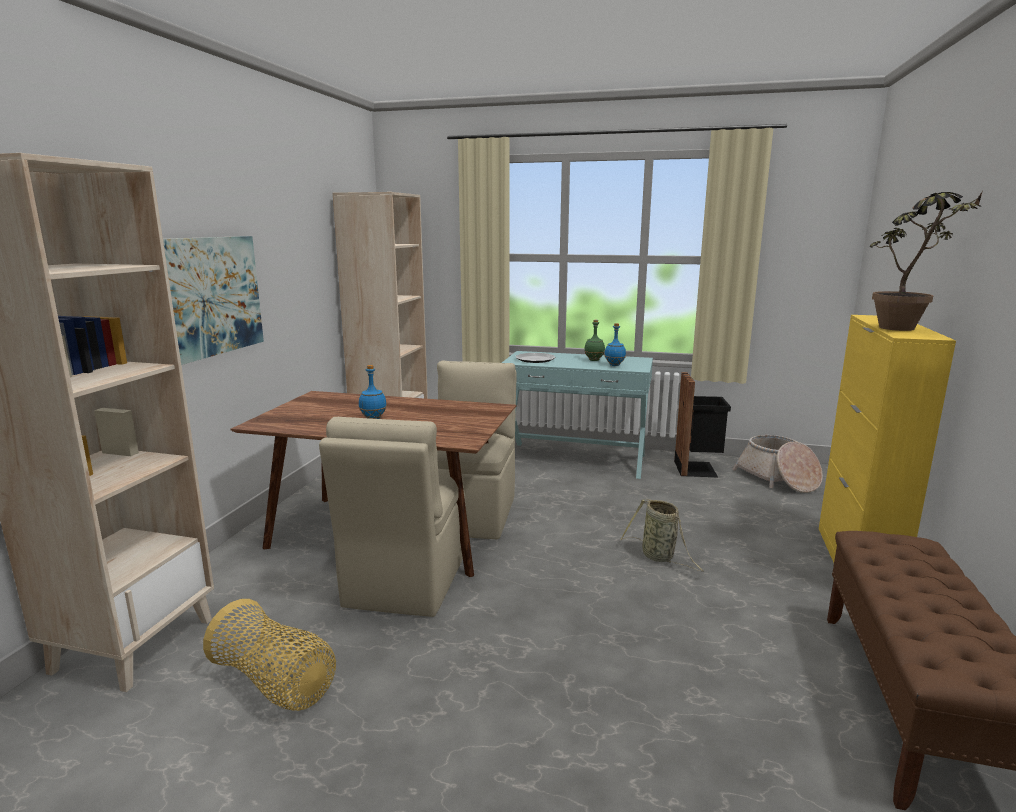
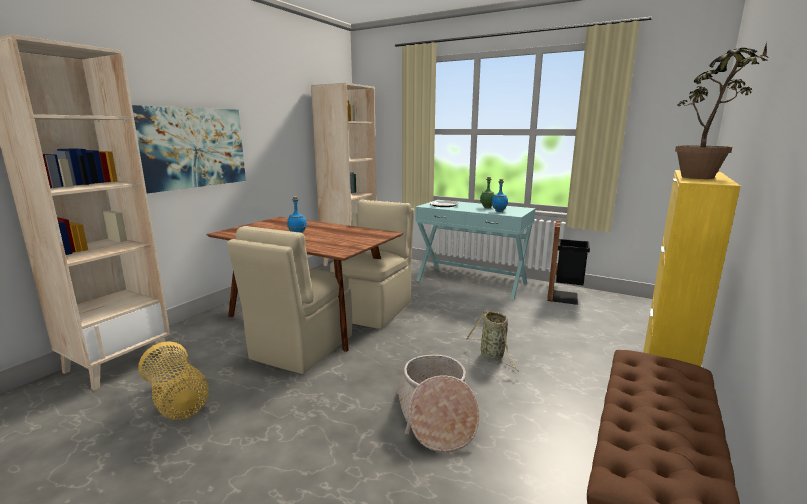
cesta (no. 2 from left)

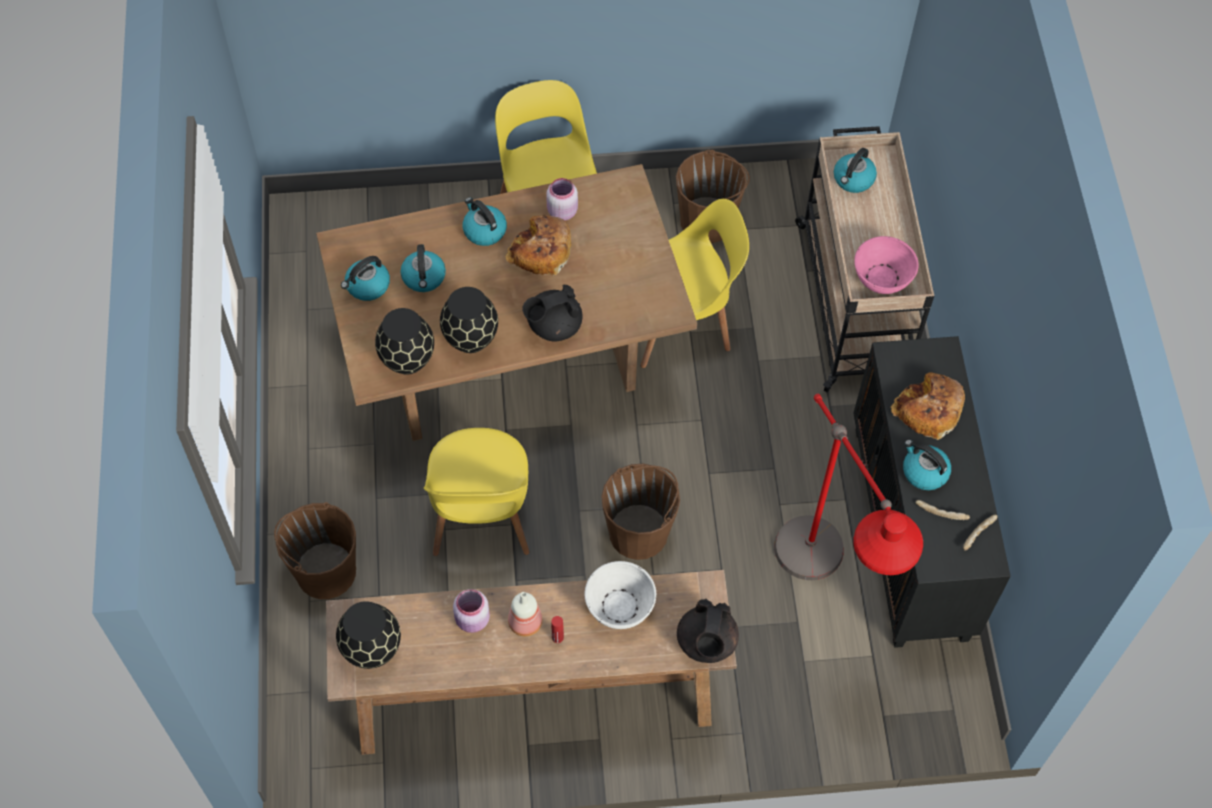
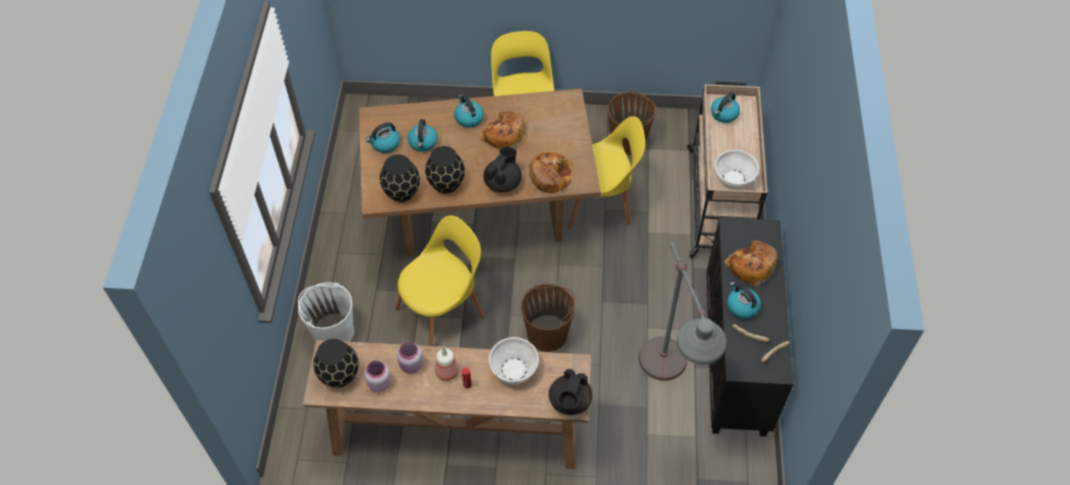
tarro (rosa) (no. 1 from left)
cuenco (blanco) (no. 2 from left)
tetera (negro) (no. 1 from left)
lámpara de pie (gris)
silla (amarillo) (no. 1 from left)
cubo (blanco)
pan (no. 2 from left)

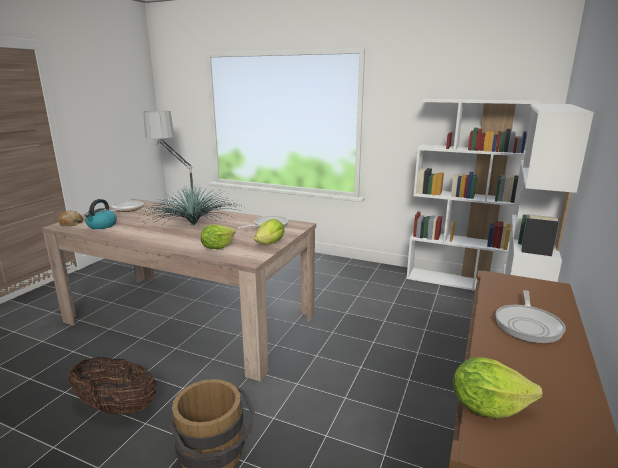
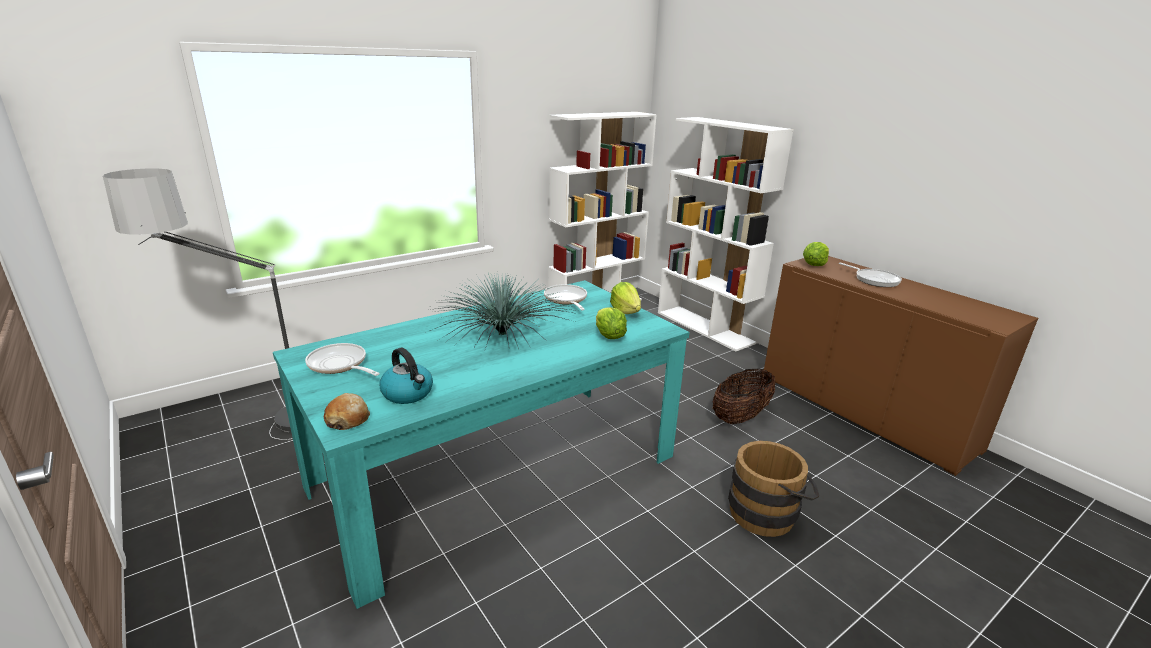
mesa de comedor (turquesa)
cesta
lechuga (no. 3 from left)

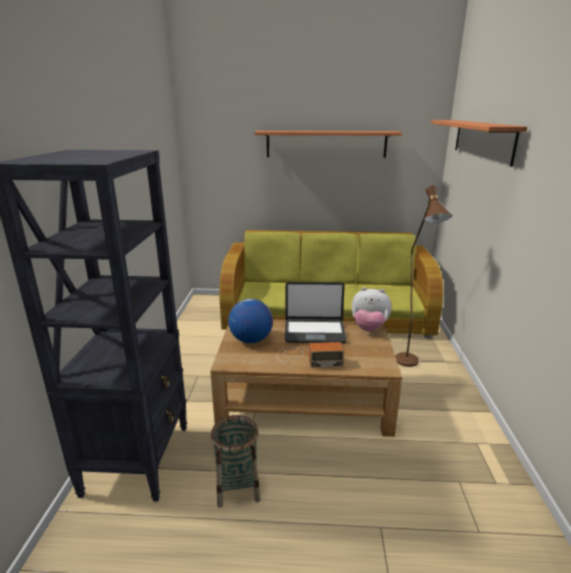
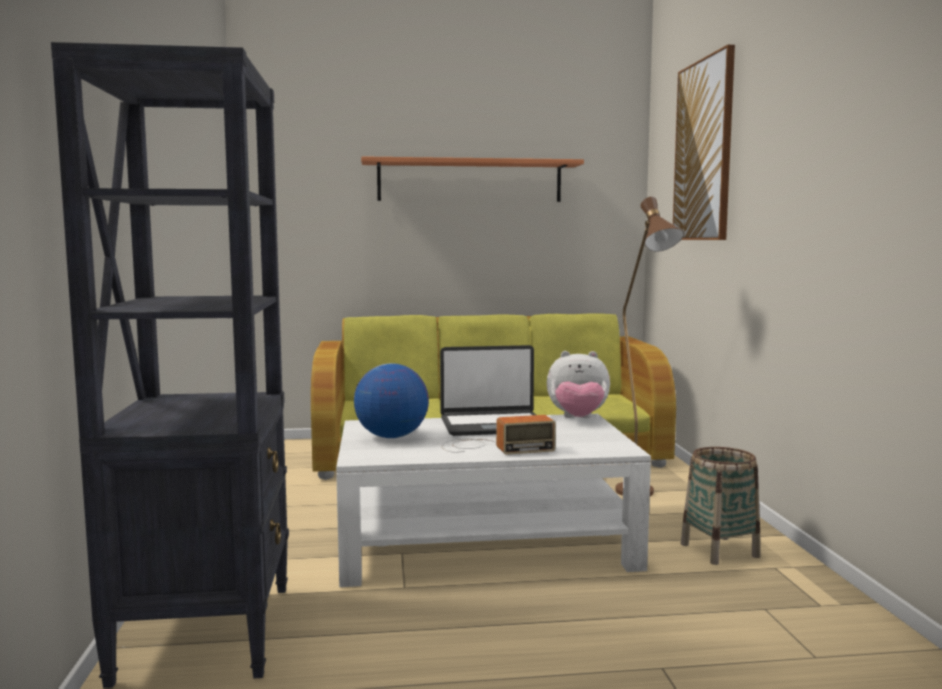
cuadro
mesa de centro (blanco)
cesta

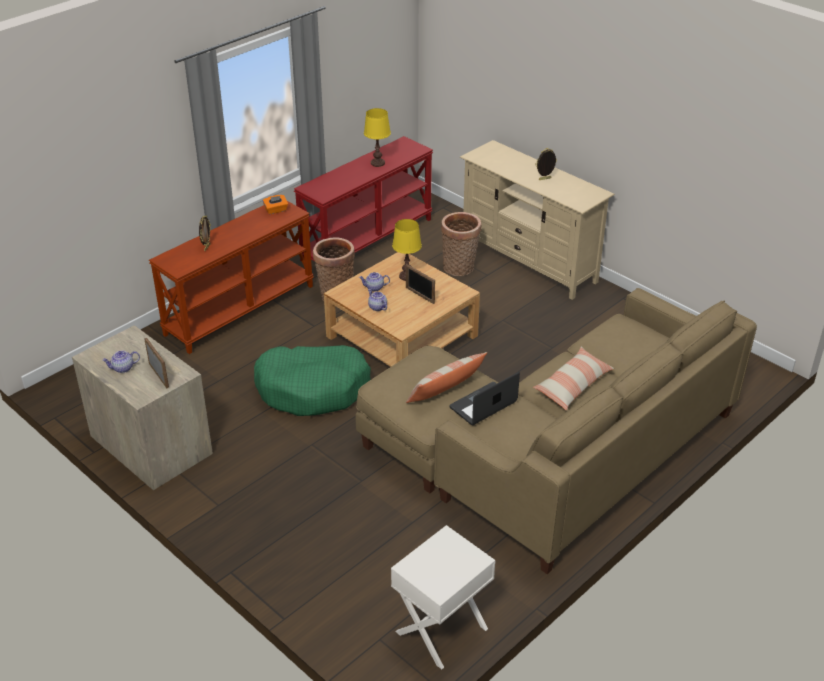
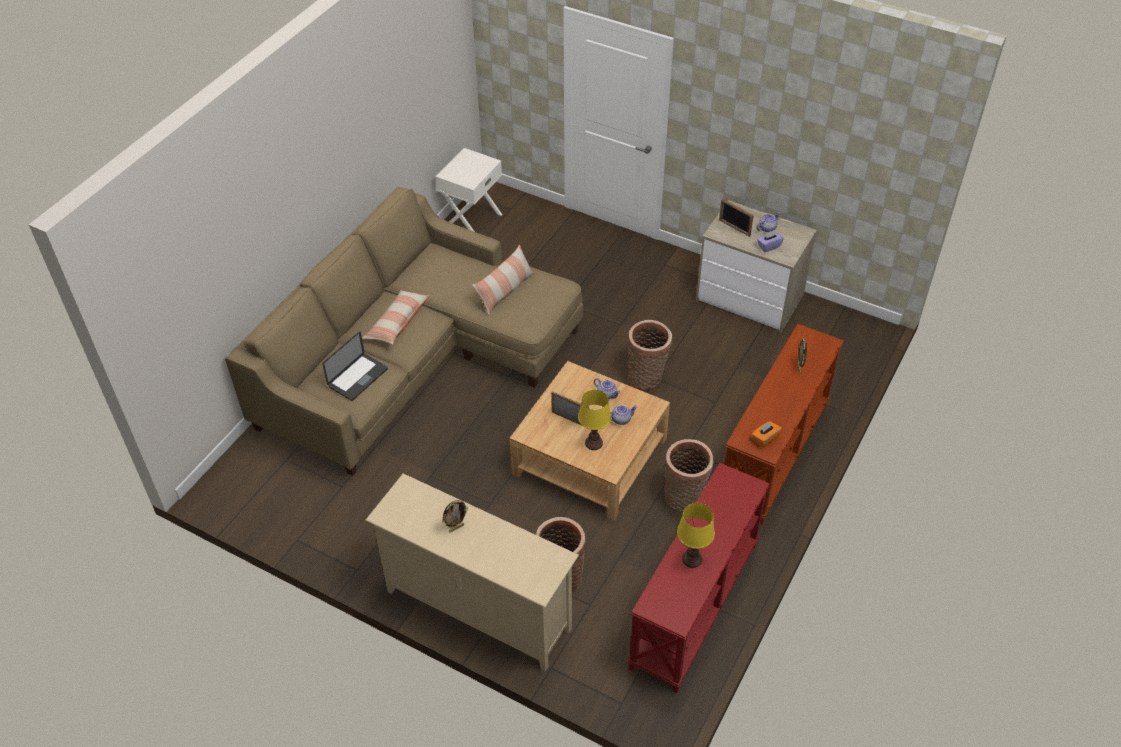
cesta (no. 2 from left)
portátil
caja de pañuelos (morado)

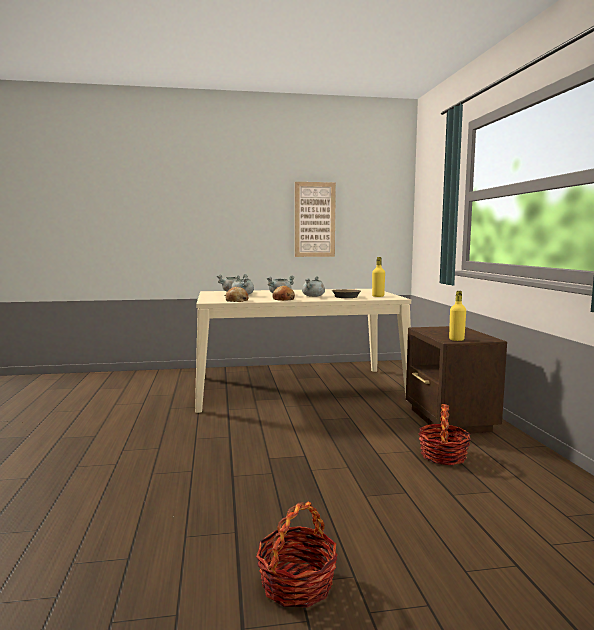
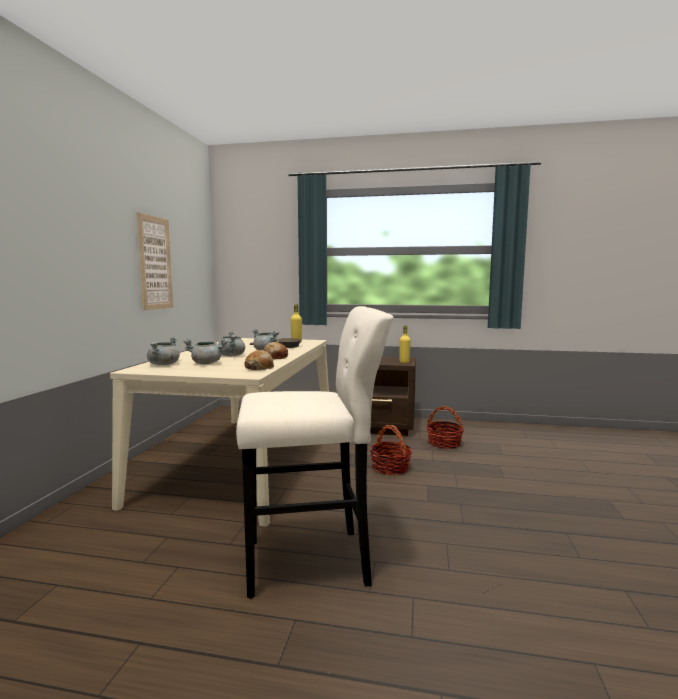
cesta (no. 1 from left)
taburete (beis)

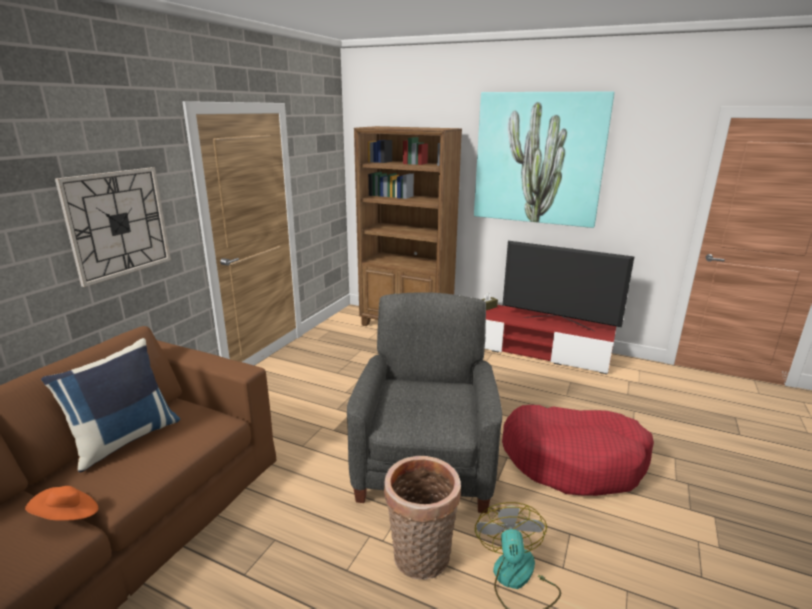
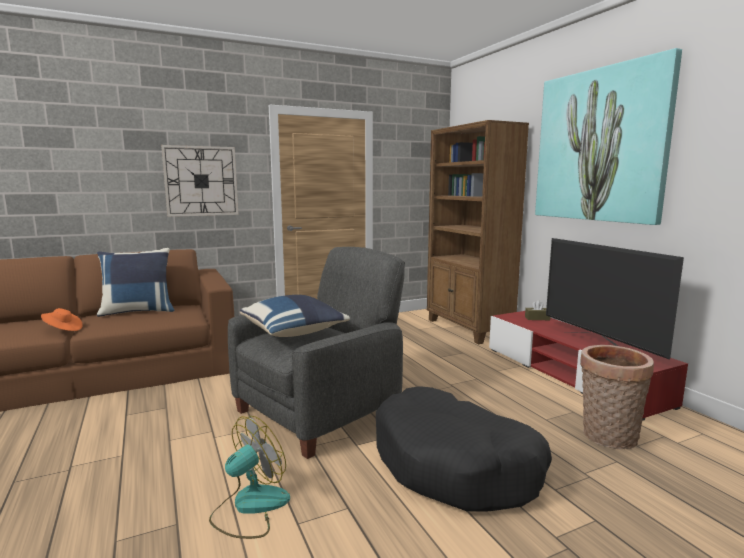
cama para perro (negro)
cesta
cojín (azul) (no. 2 from left)

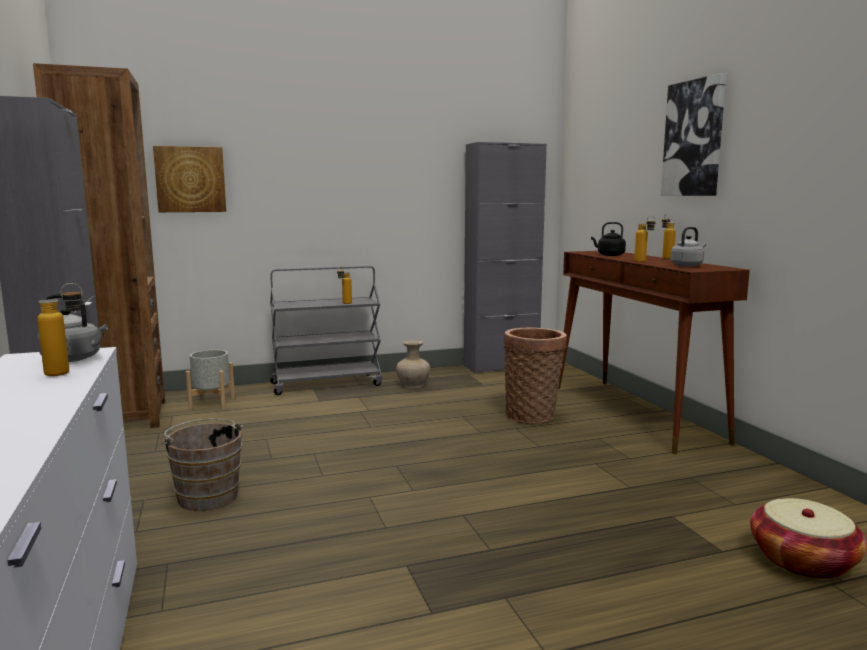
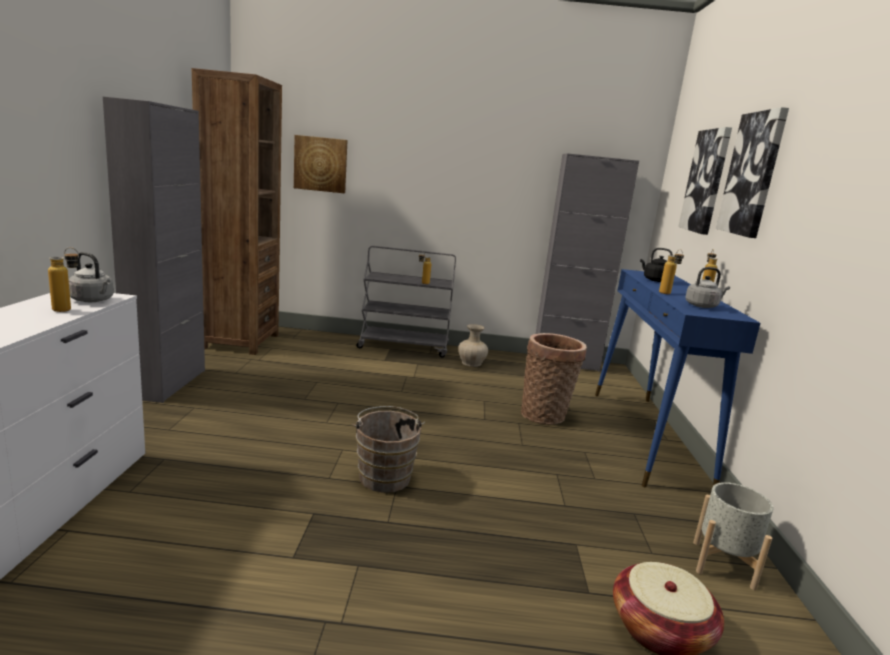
mesa consola (azul)
maceta (gris)
cubo (marrón)
cuadro (no. 2 from left)

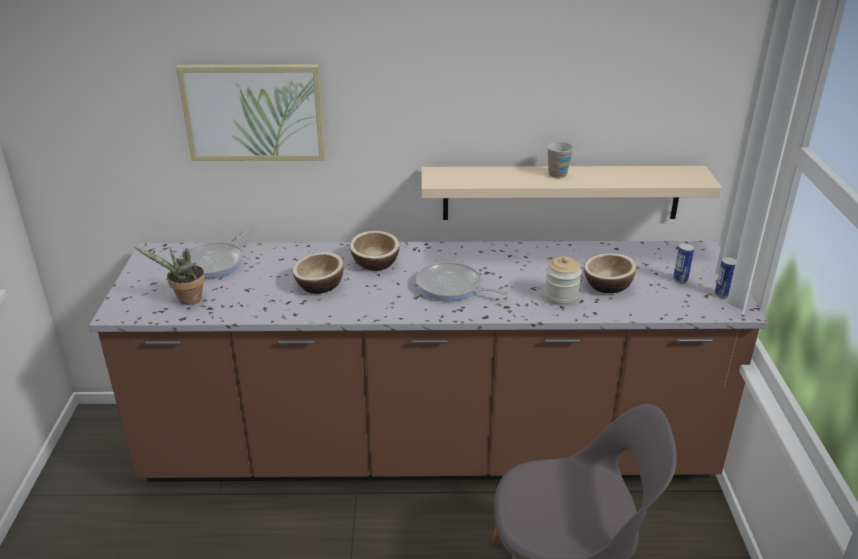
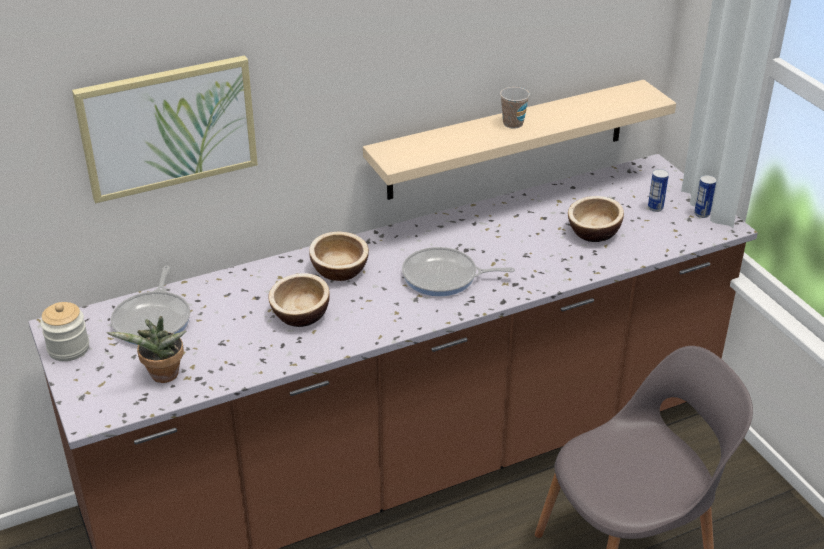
tarro

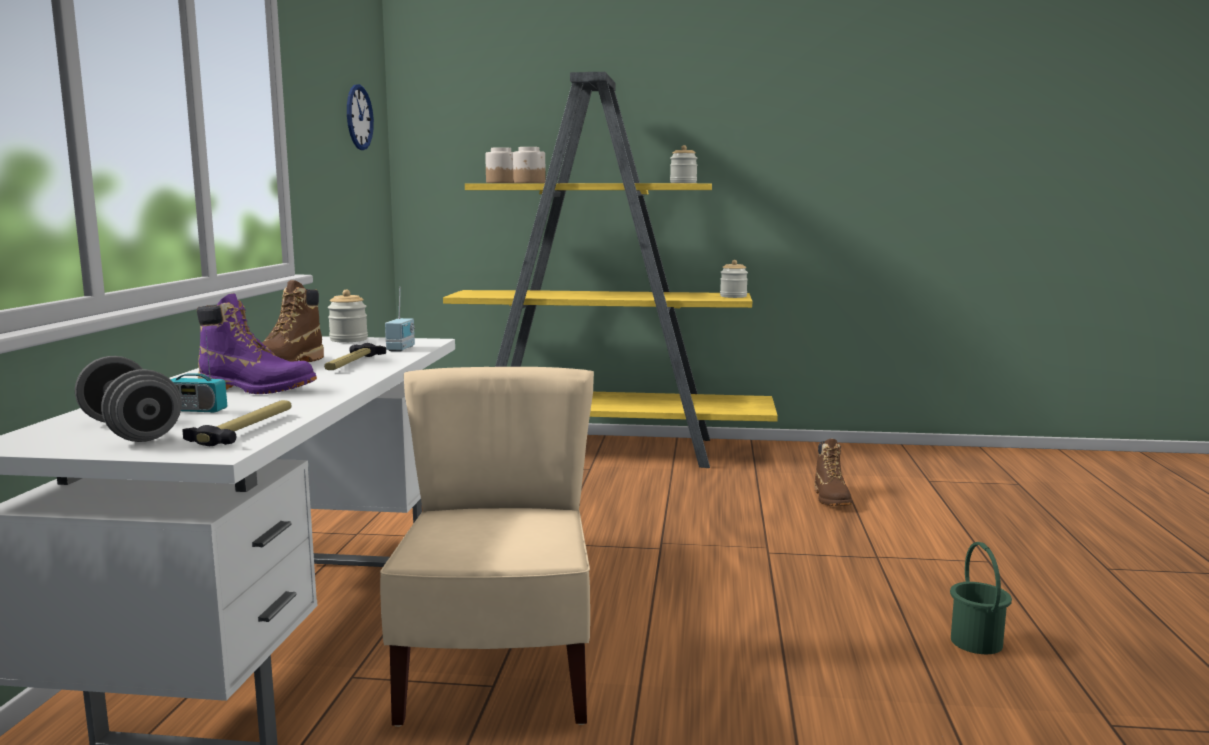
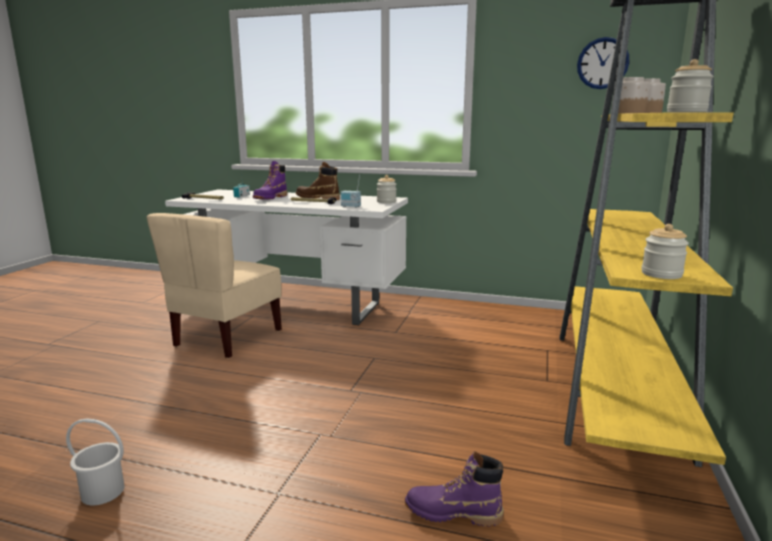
mancuerna (gris)
silla (beis)
bota (morado) (no. 2 from left)
cubo (blanco)

